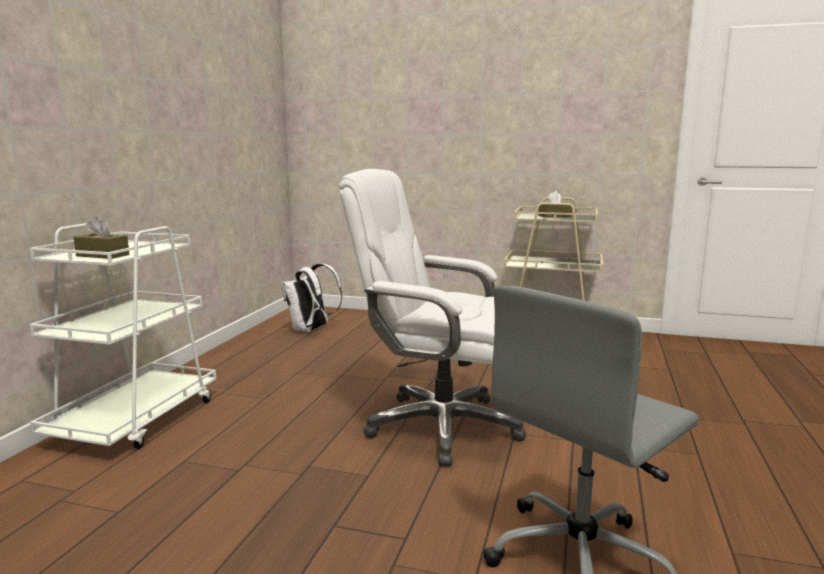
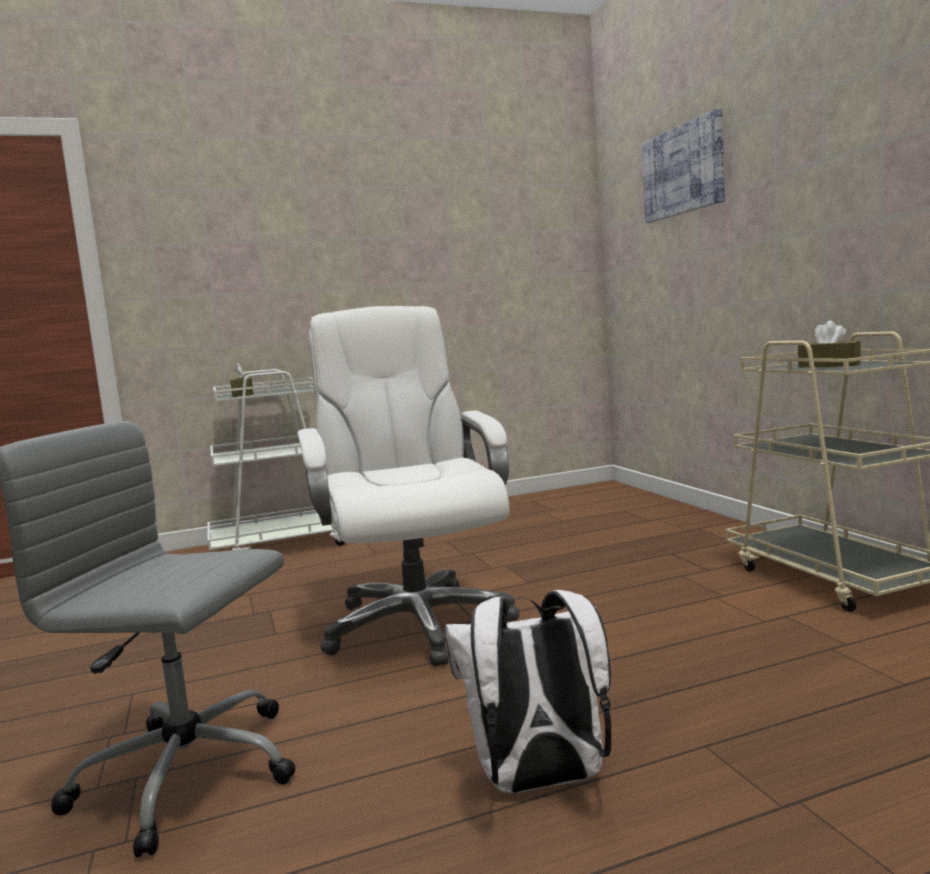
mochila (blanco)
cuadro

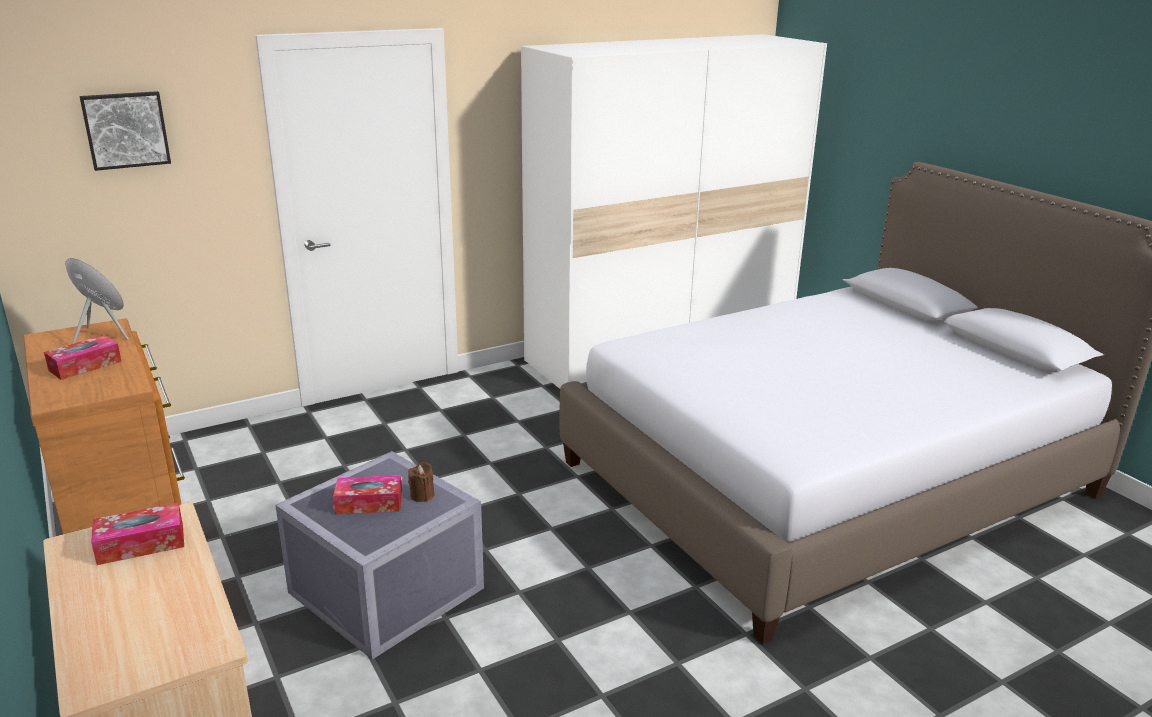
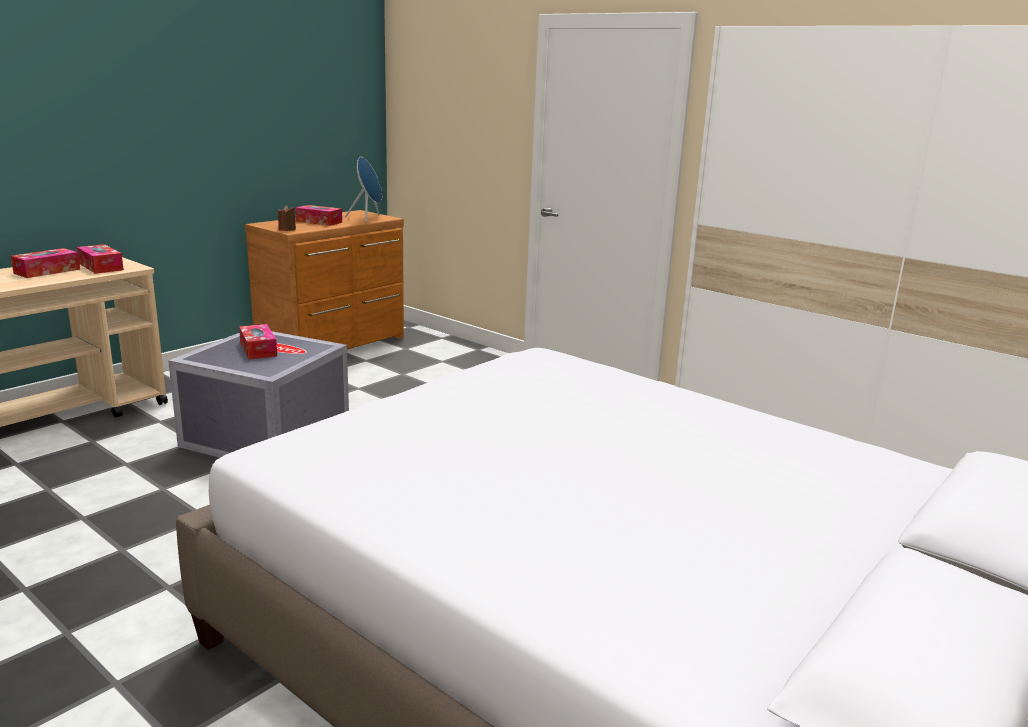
cuadro
vela (marrón)
caja de pañuelos (no. 1 from left)

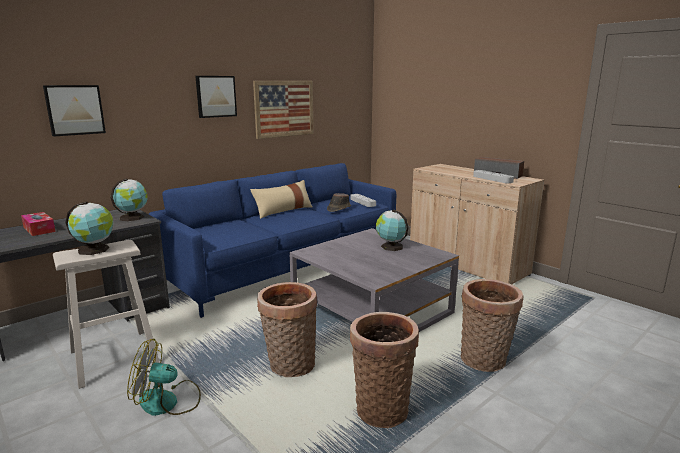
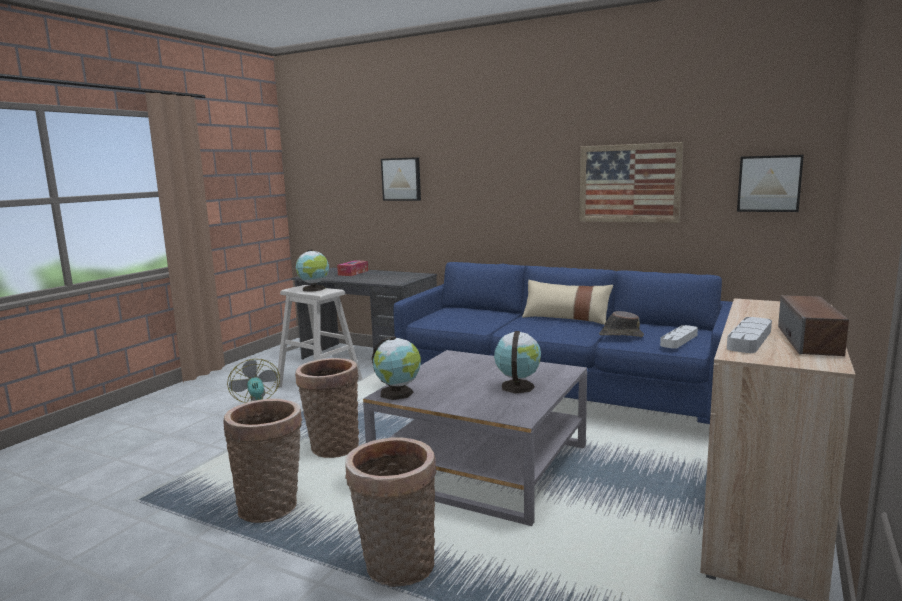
cuadro (no. 3 from left)
globo terráqueo (no. 2 from left)

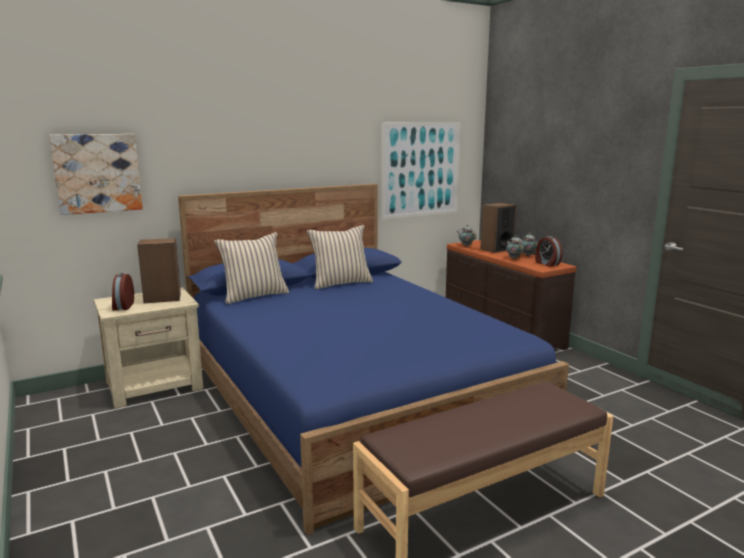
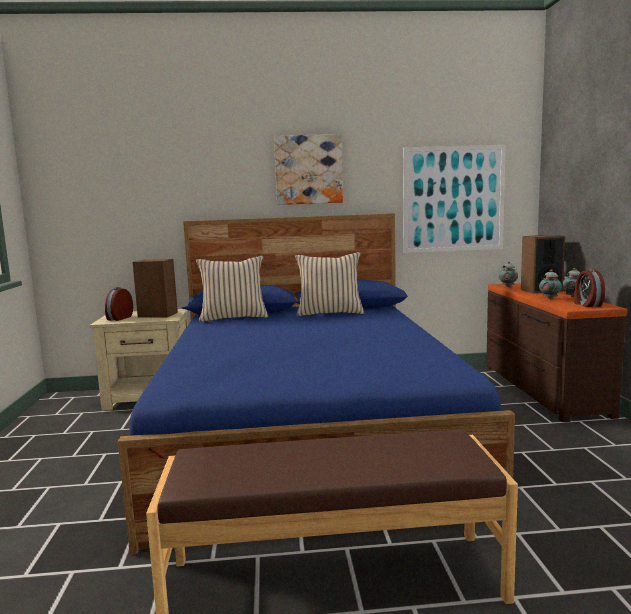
cuadro (no. 1 from left)

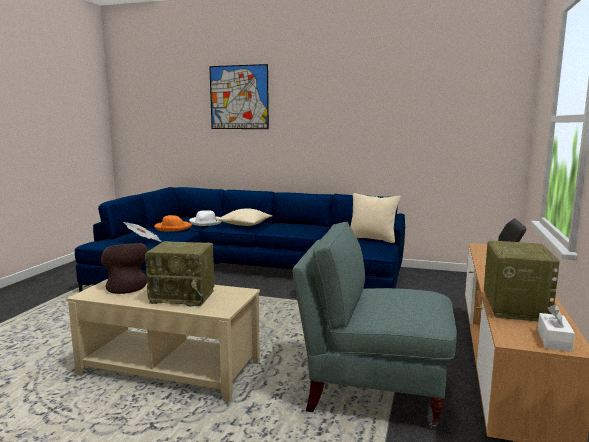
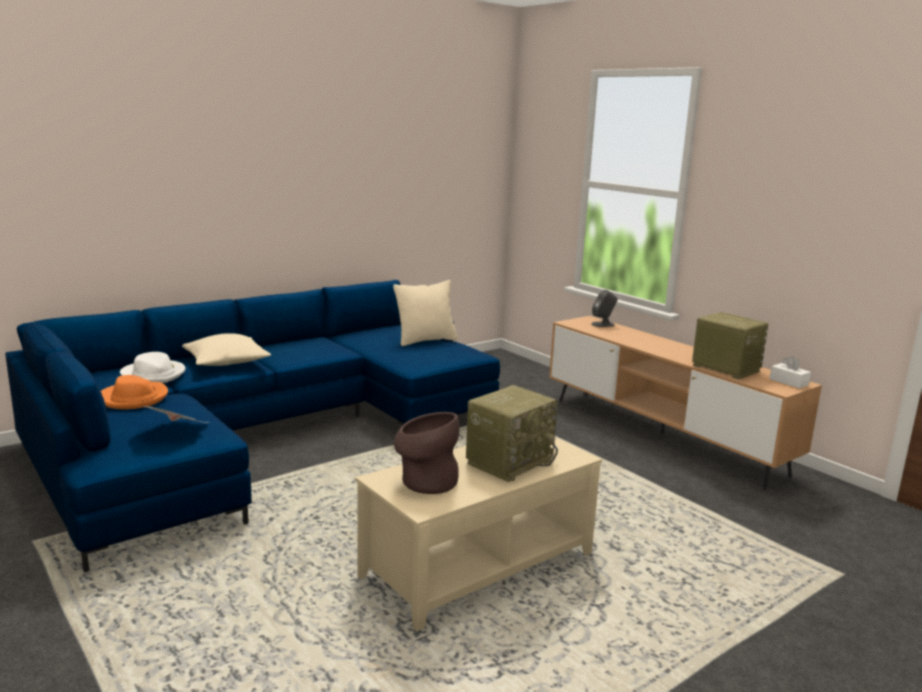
cuadro
sillón (gris)

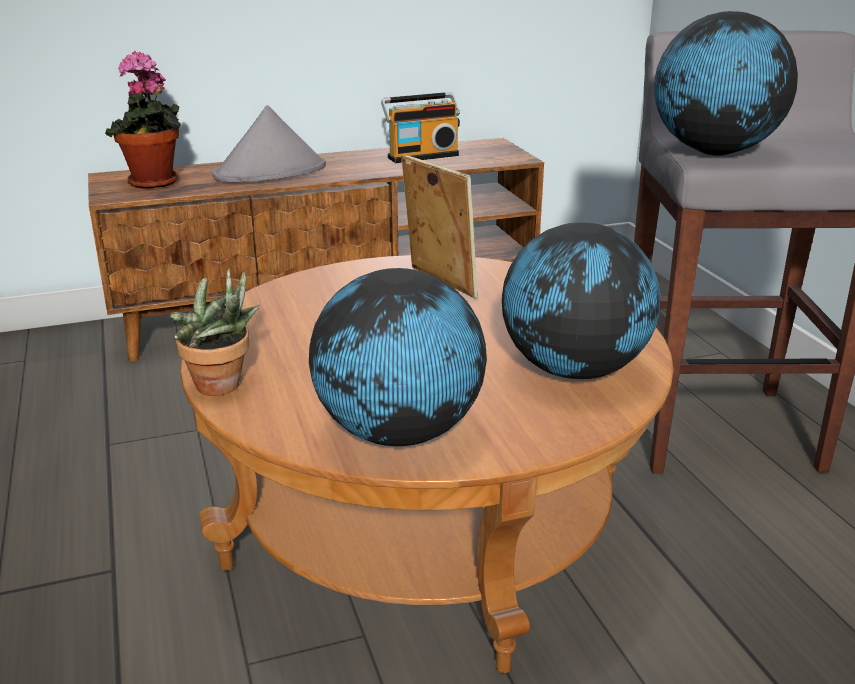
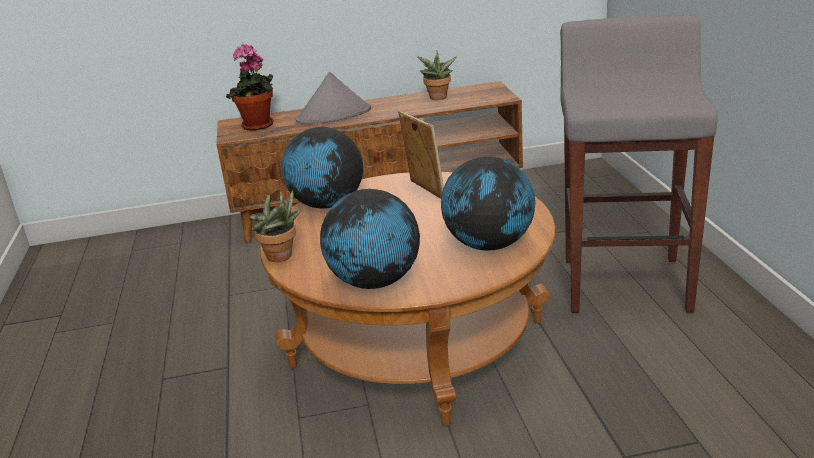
globo terráqueo (no. 1 from left)
planta en maceta (no. 3 from left)

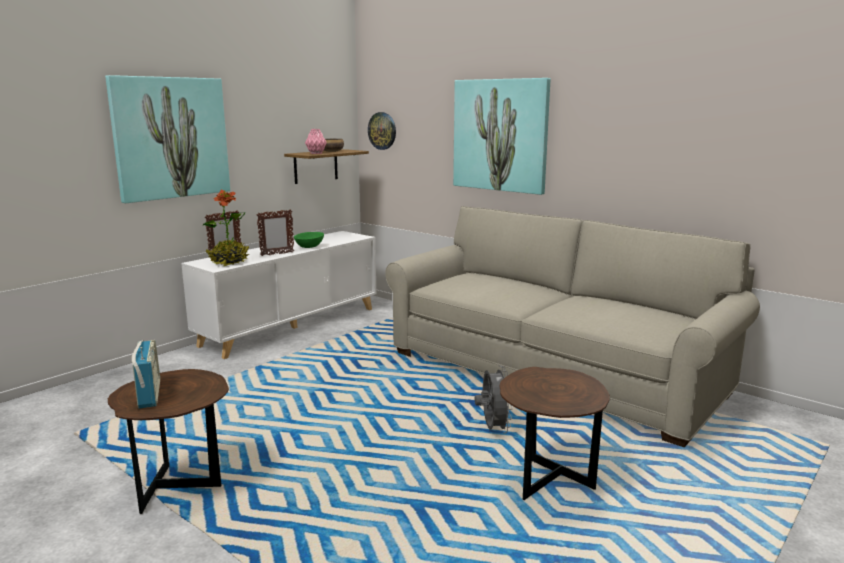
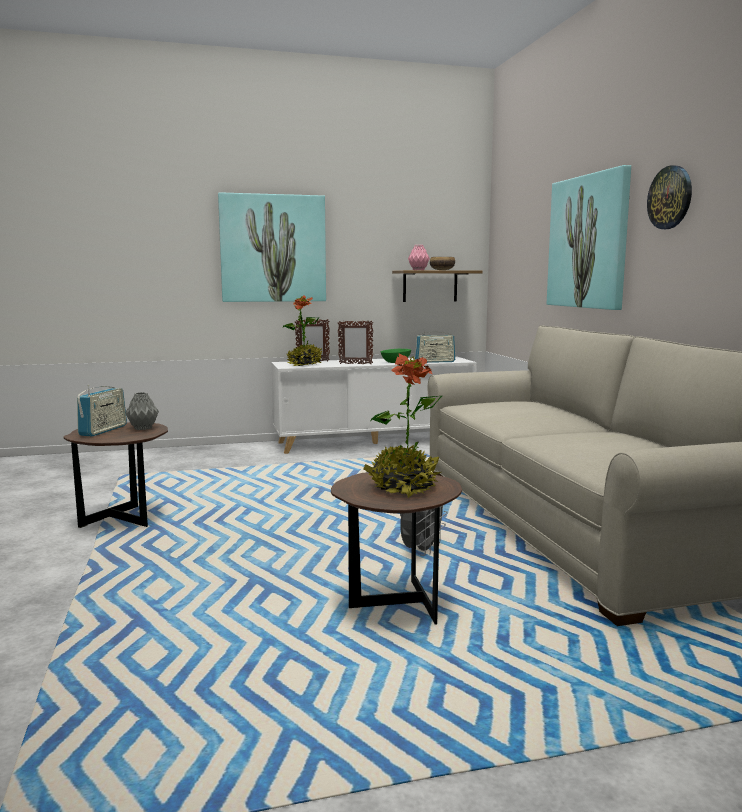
reloj de pared
radio (no. 2 from left)
planta en maceta (no. 2 from left)
florero (gris)

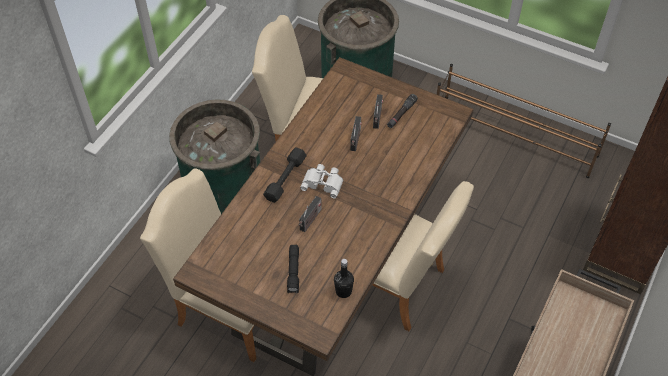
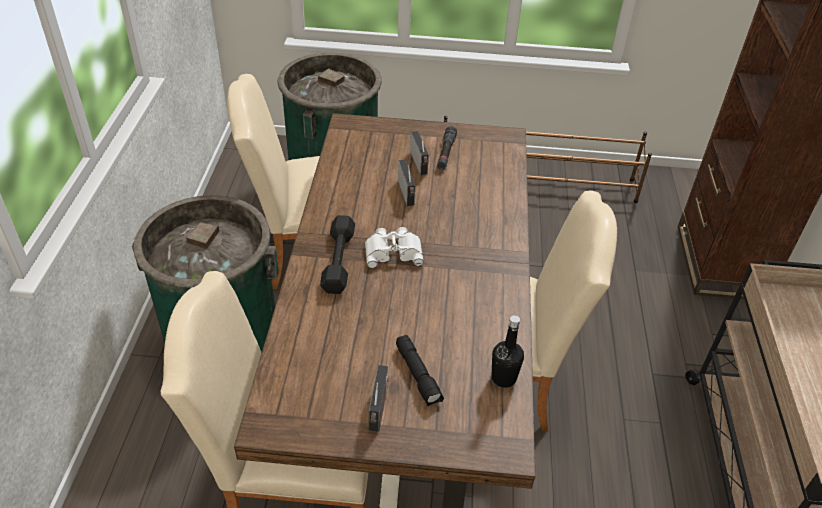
radio (no. 1 from left)

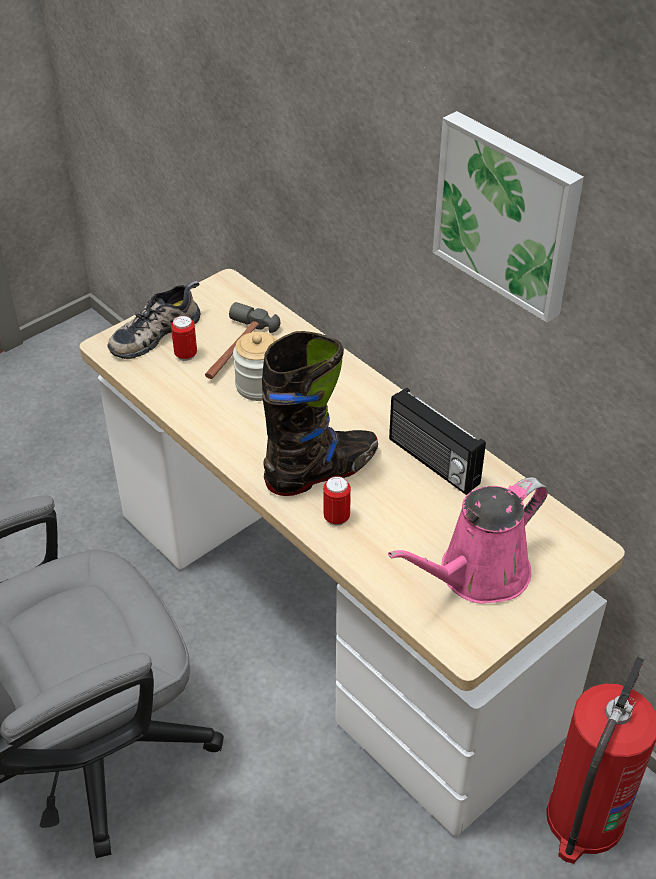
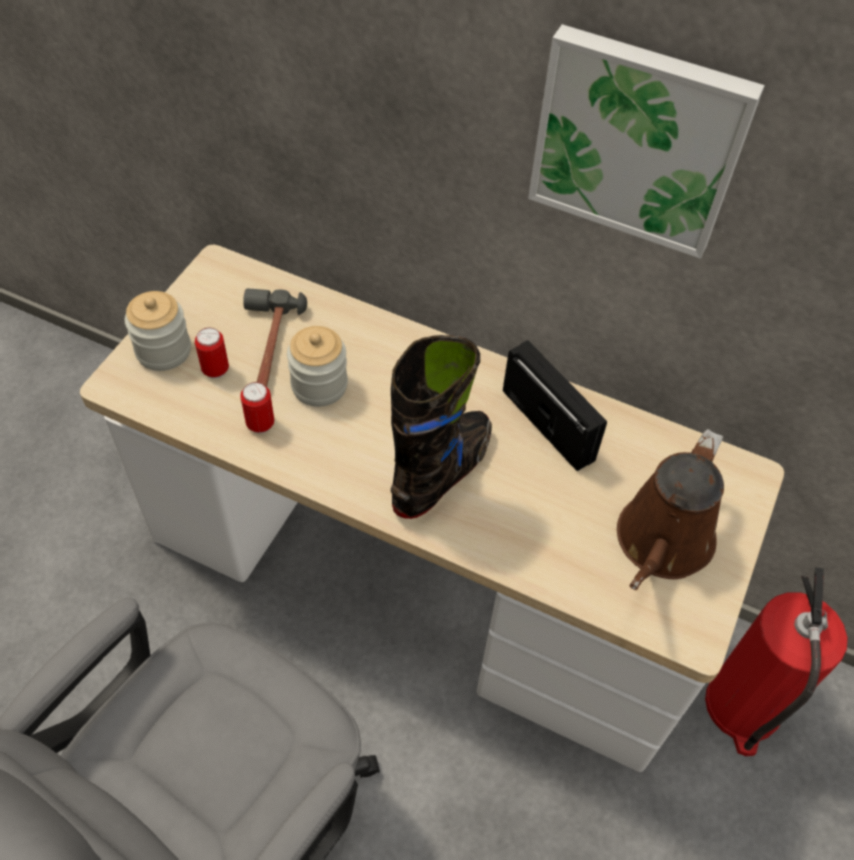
tarro (no. 1 from left)
radio
lata (no. 2 from left)
regadera (marrón)

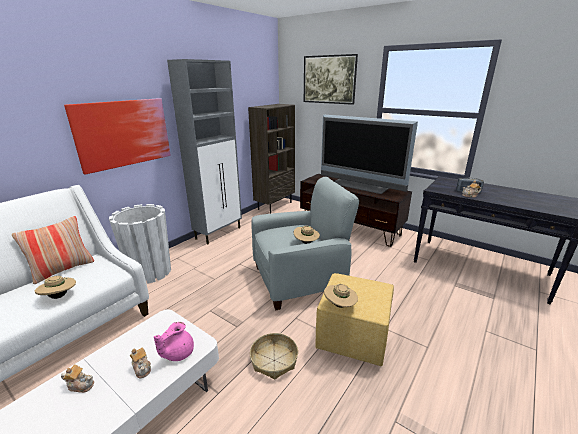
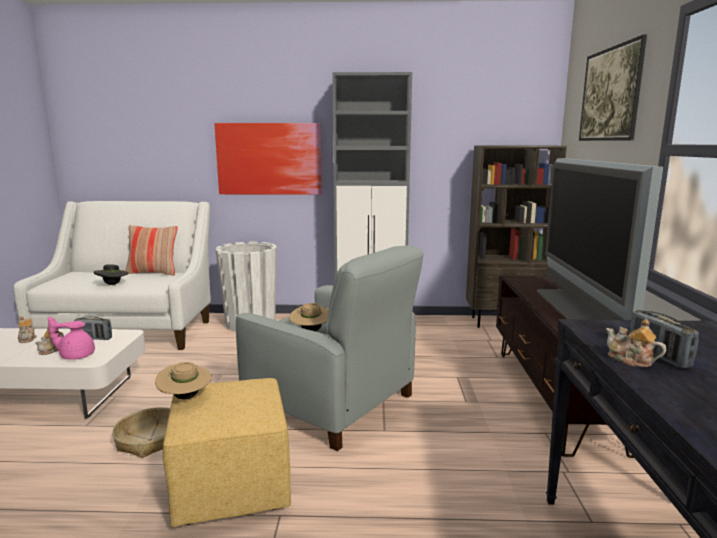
sombrero (negro)
radio (no. 1 from left)

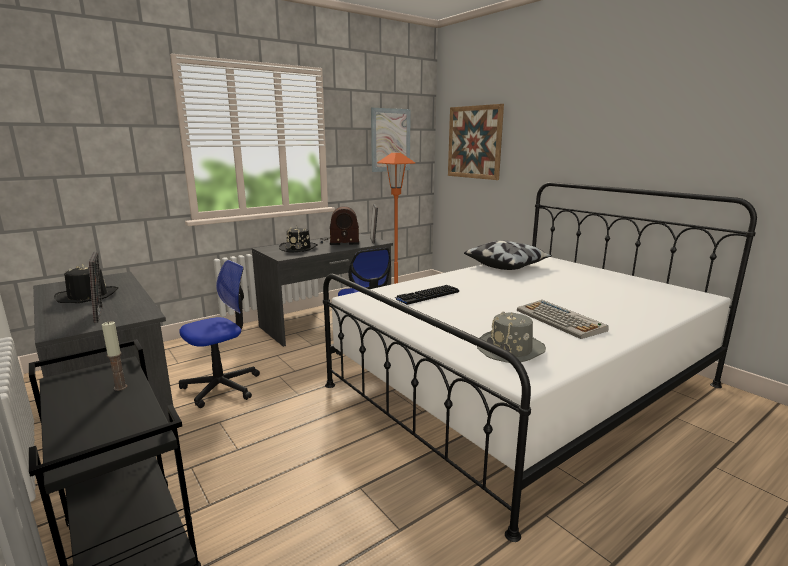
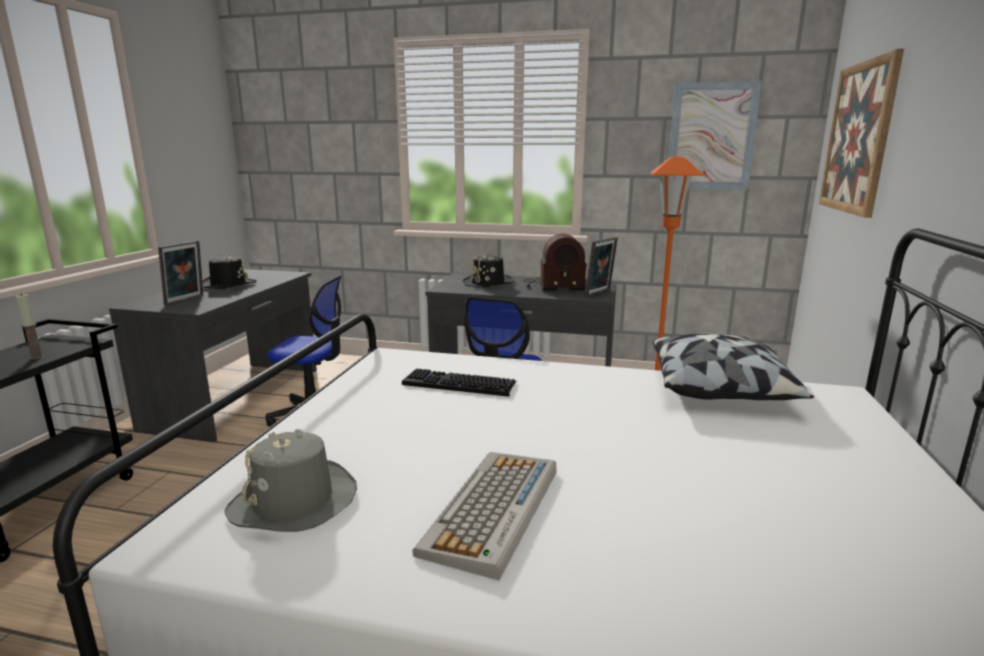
radio

